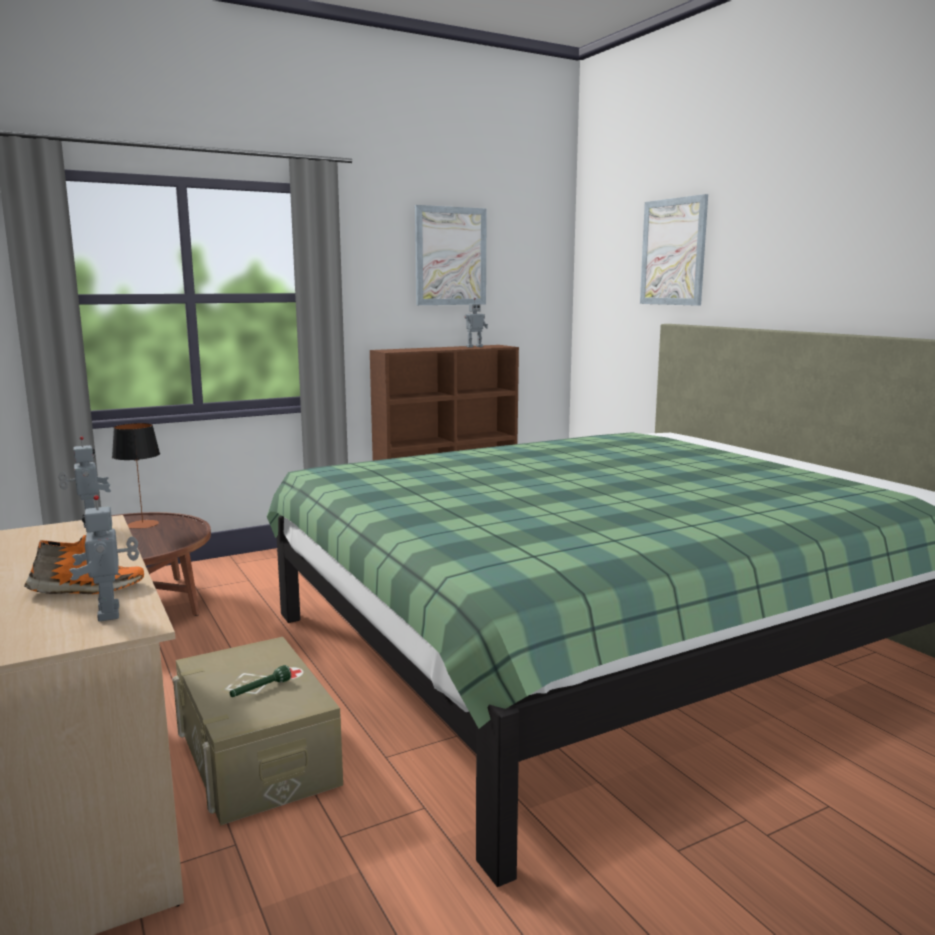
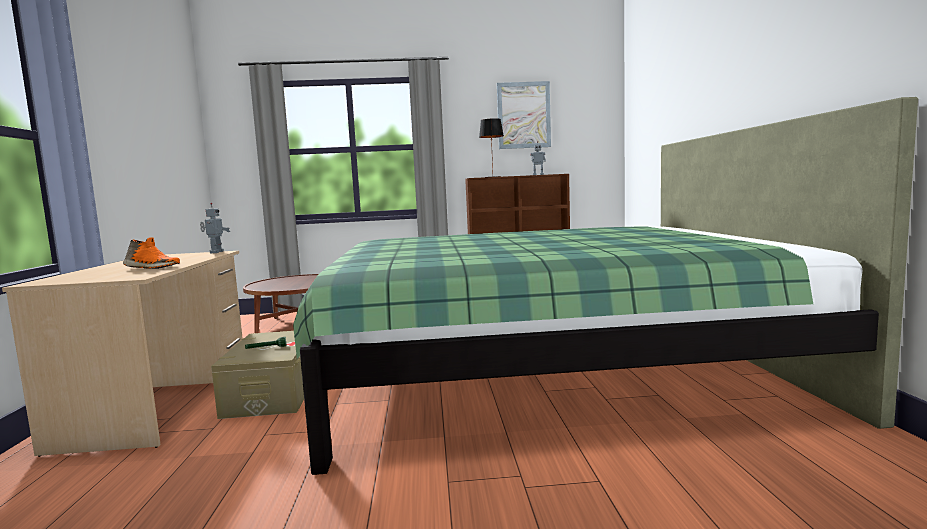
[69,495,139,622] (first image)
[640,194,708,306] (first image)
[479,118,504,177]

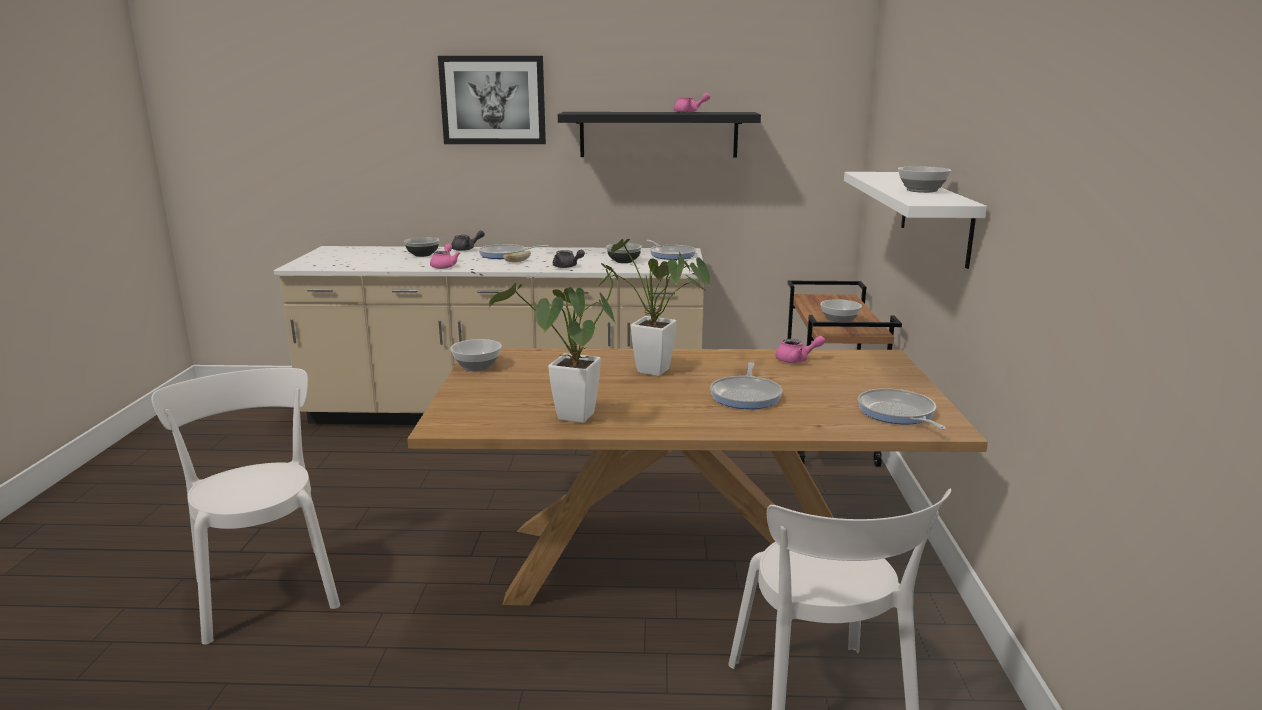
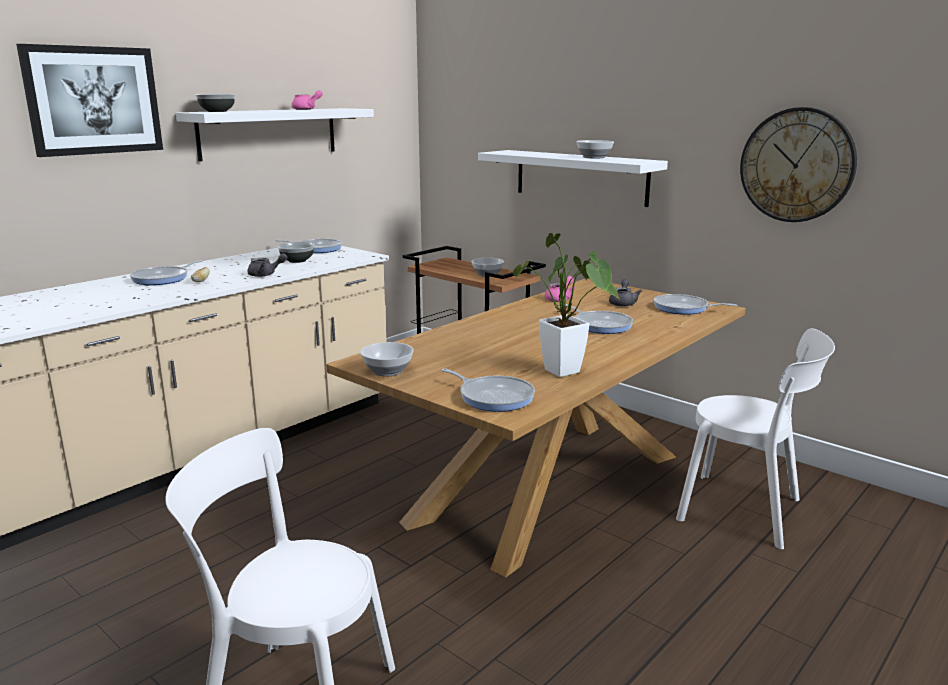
[430,244,460,269] (first image)
[599,239,711,376] (first image)
[441,368,535,412]
[740,107,857,222]
[196,94,235,112]
[609,279,642,307]
[176,108,374,161]

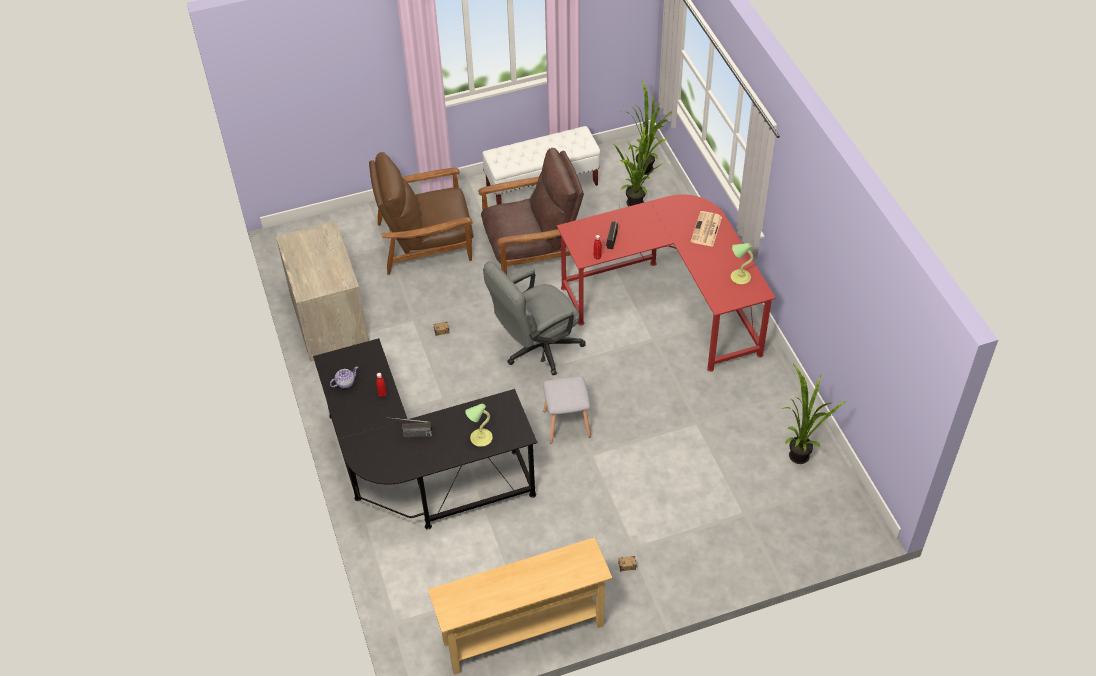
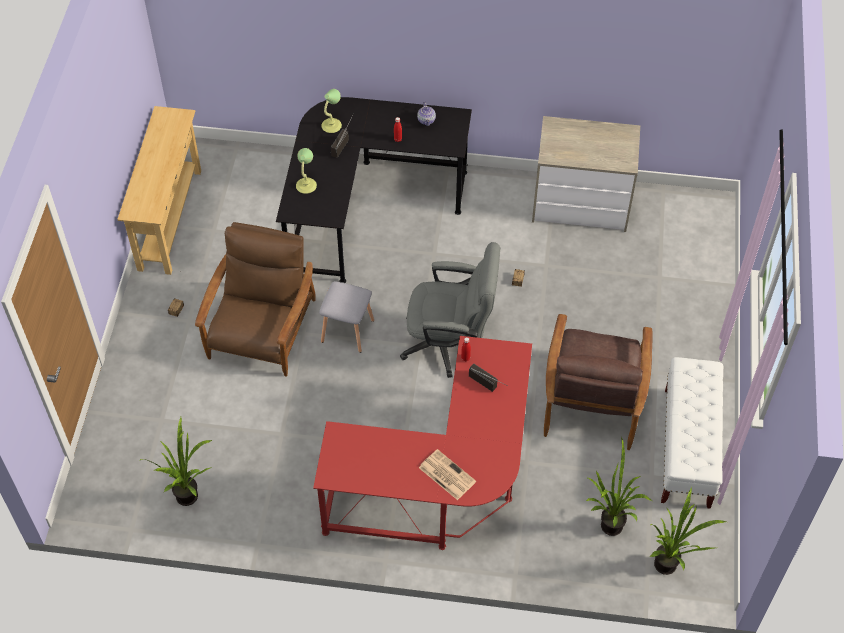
[195,222,315,376]
[321,89,342,133]
[400,242,500,378]

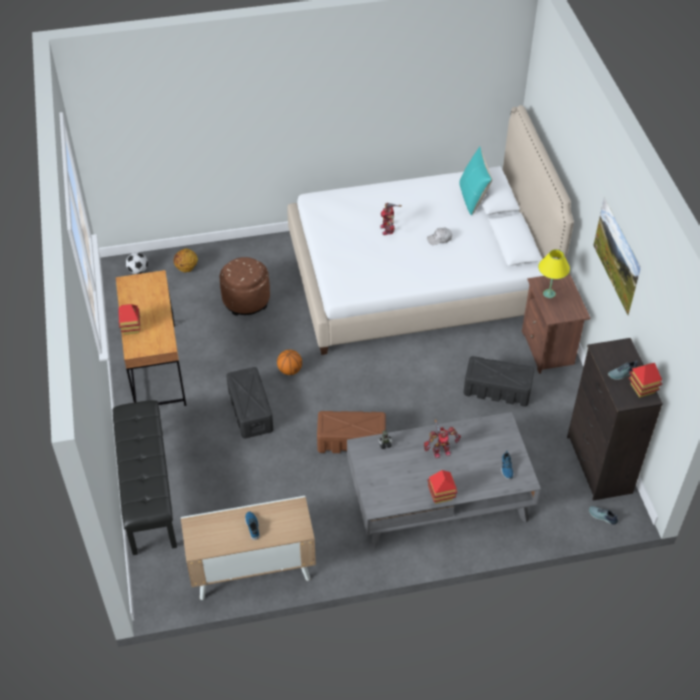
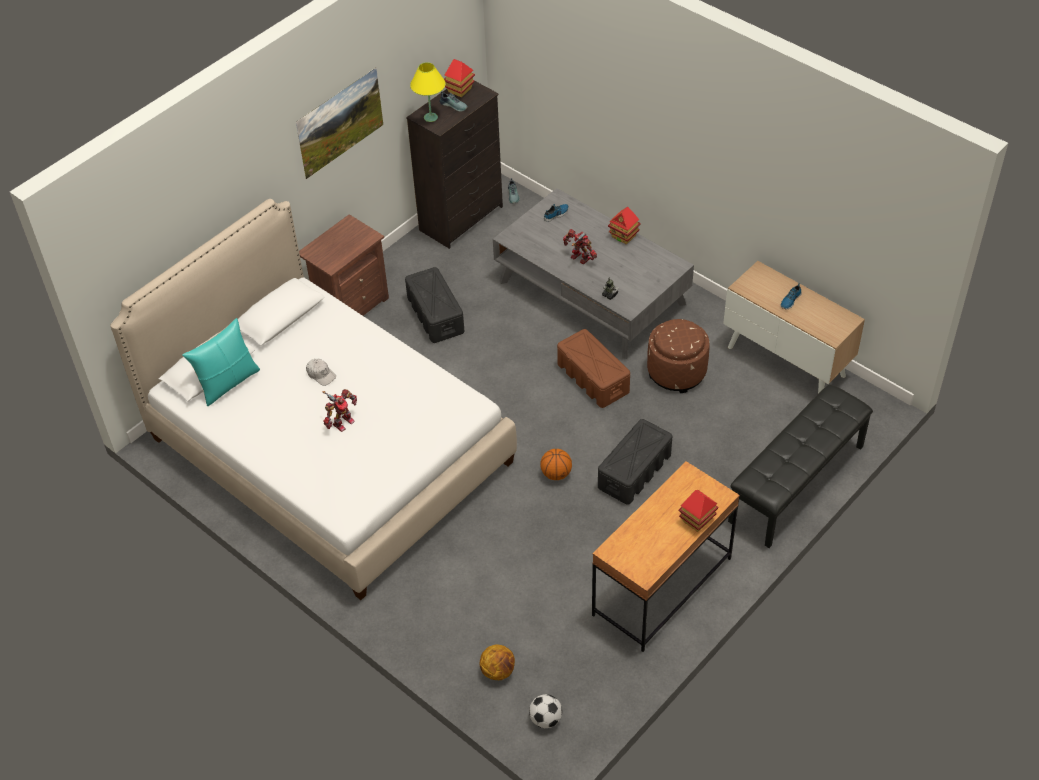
[647,319,710,393]
[410,62,446,122]

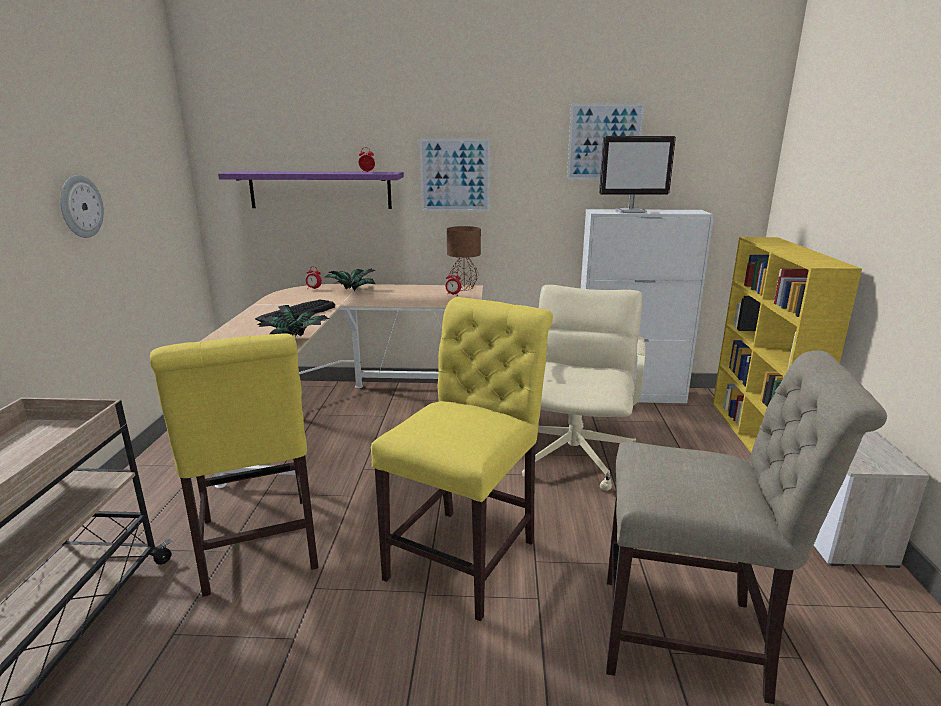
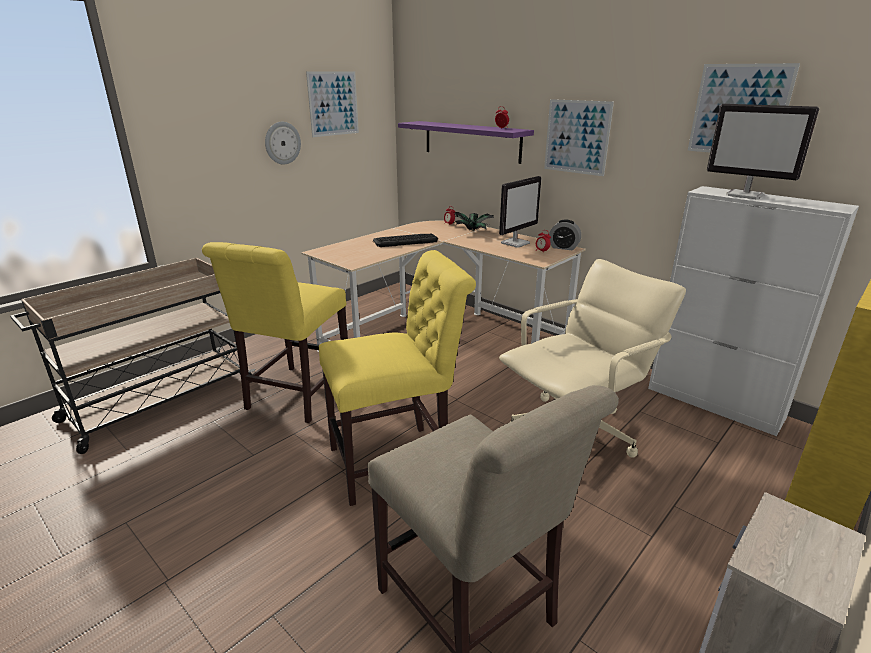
[257,305,329,337] (first image)
[306,71,359,137]
[499,176,541,247]
[549,220,581,250]

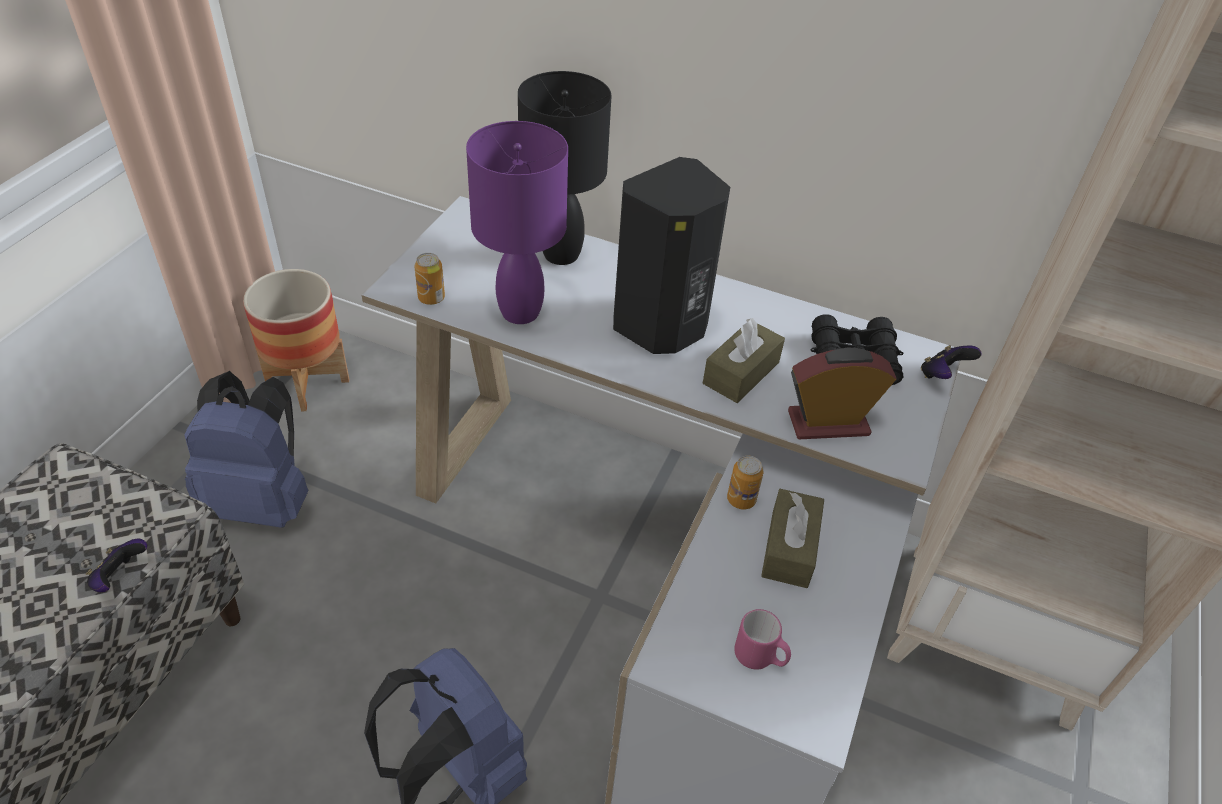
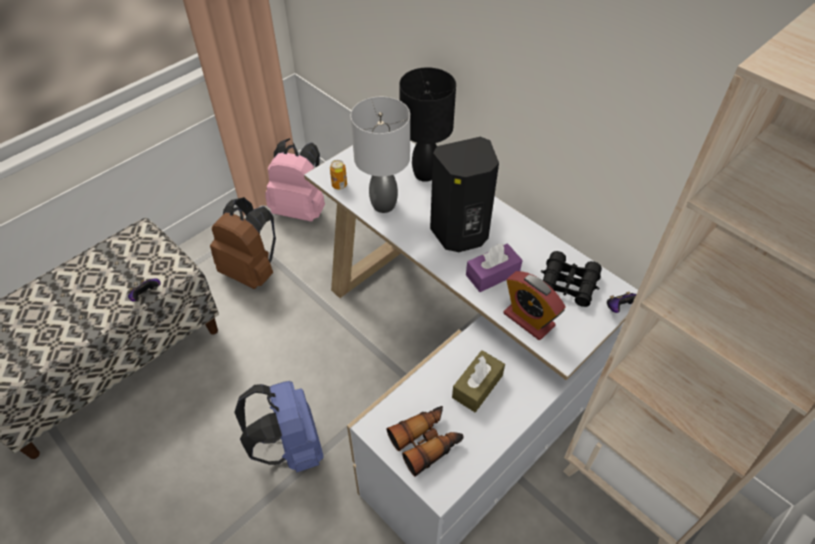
[727,456,764,509] (first image)
[265,138,325,222]
[387,406,463,476]
[210,197,276,289]
[351,97,410,213]
[466,243,523,292]
[503,271,566,340]

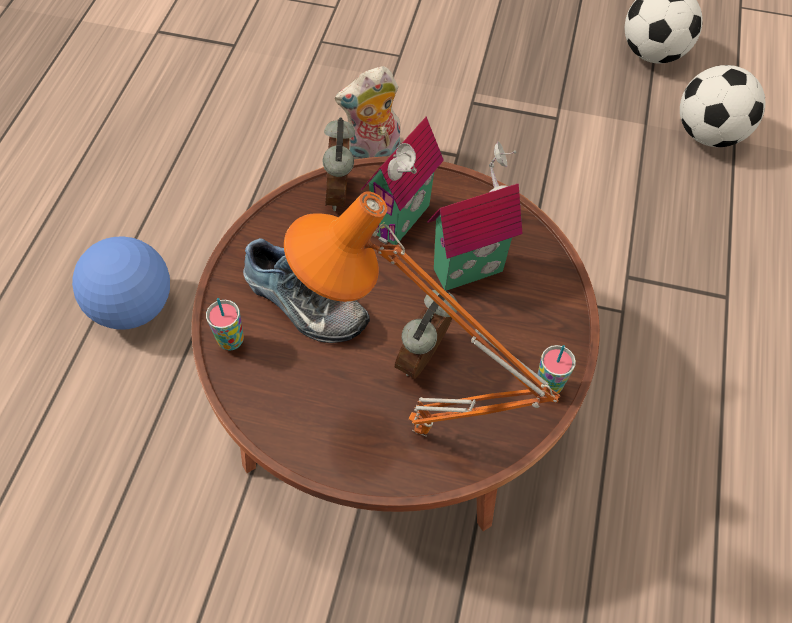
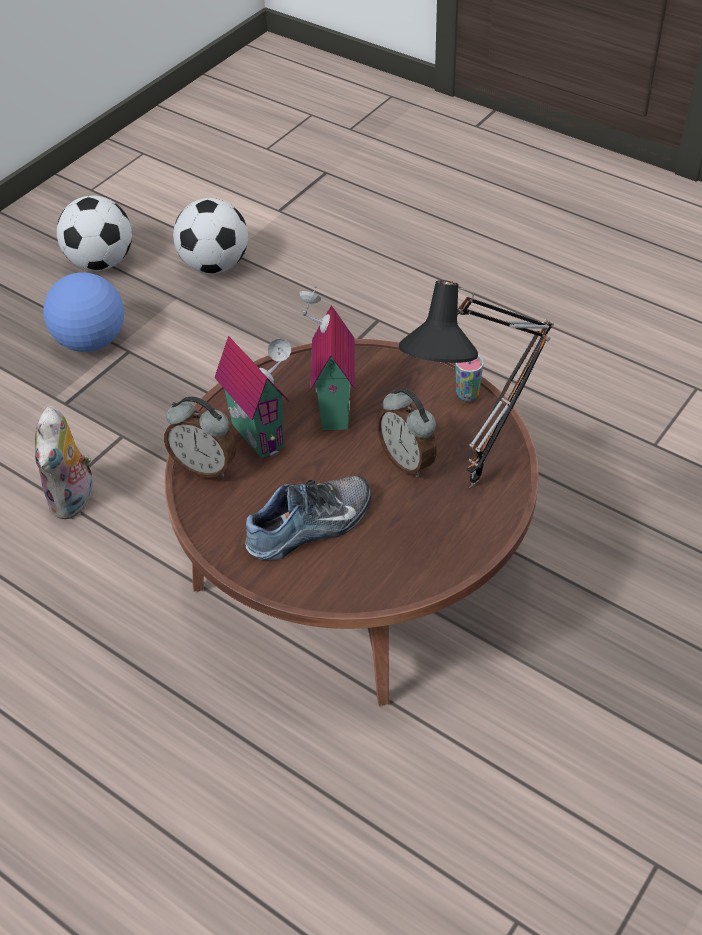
[206,298,244,351] (first image)
[43,272,124,352]
[399,280,554,488]

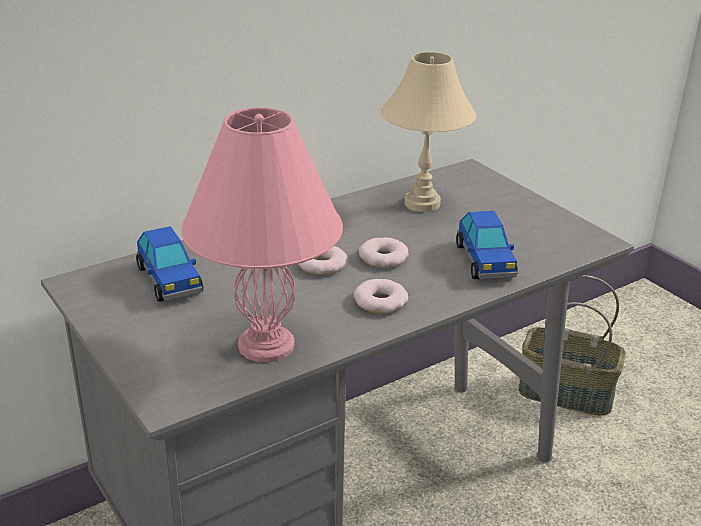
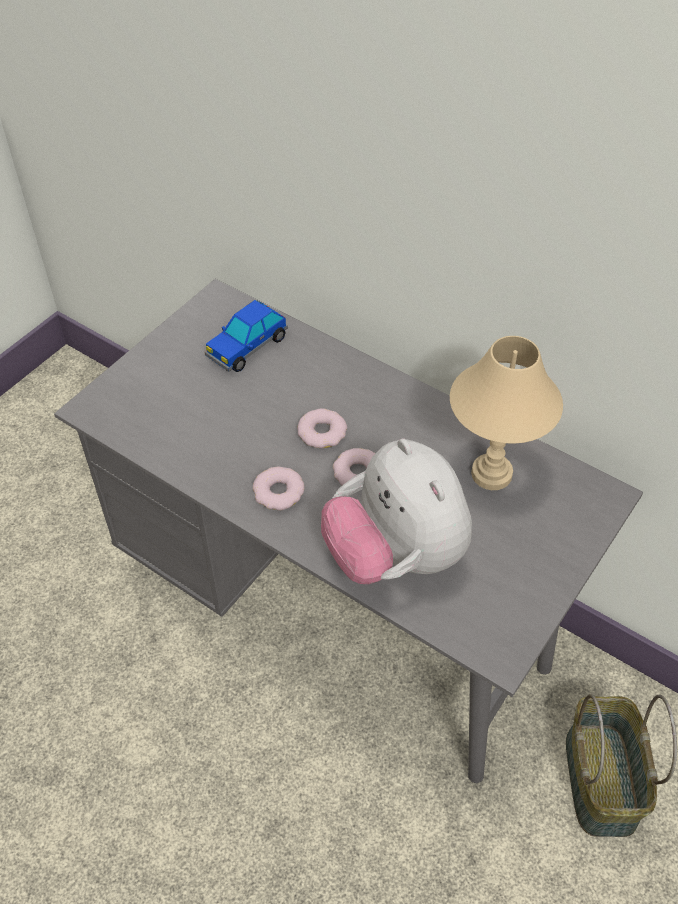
[181,107,343,362] (first image)
[321,439,472,584]

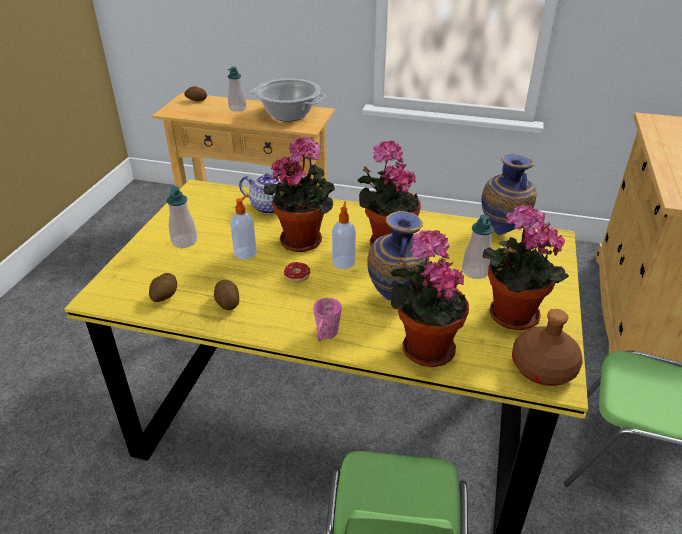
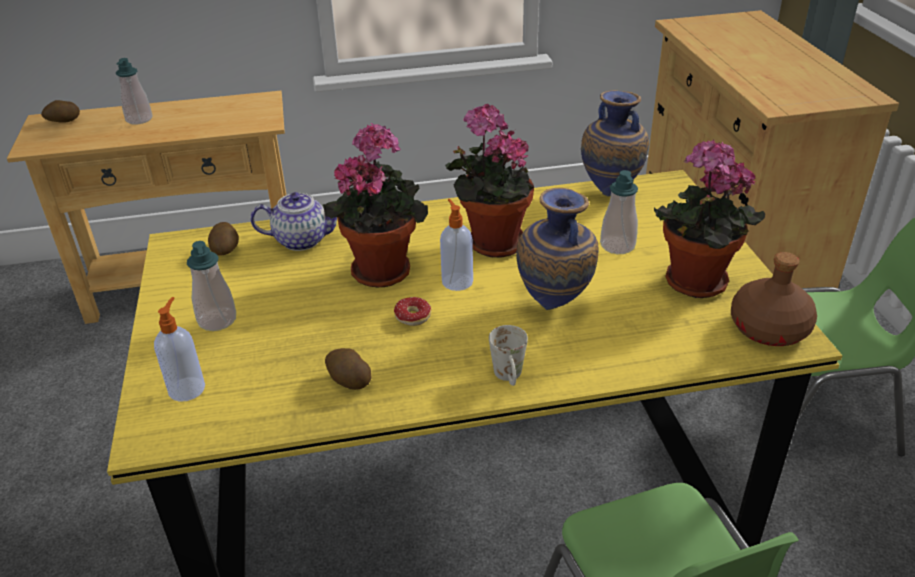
[250,79,326,122] (first image)
[390,229,469,367] (first image)
[208,222,239,256]
[154,297,205,402]
[489,325,528,386]

